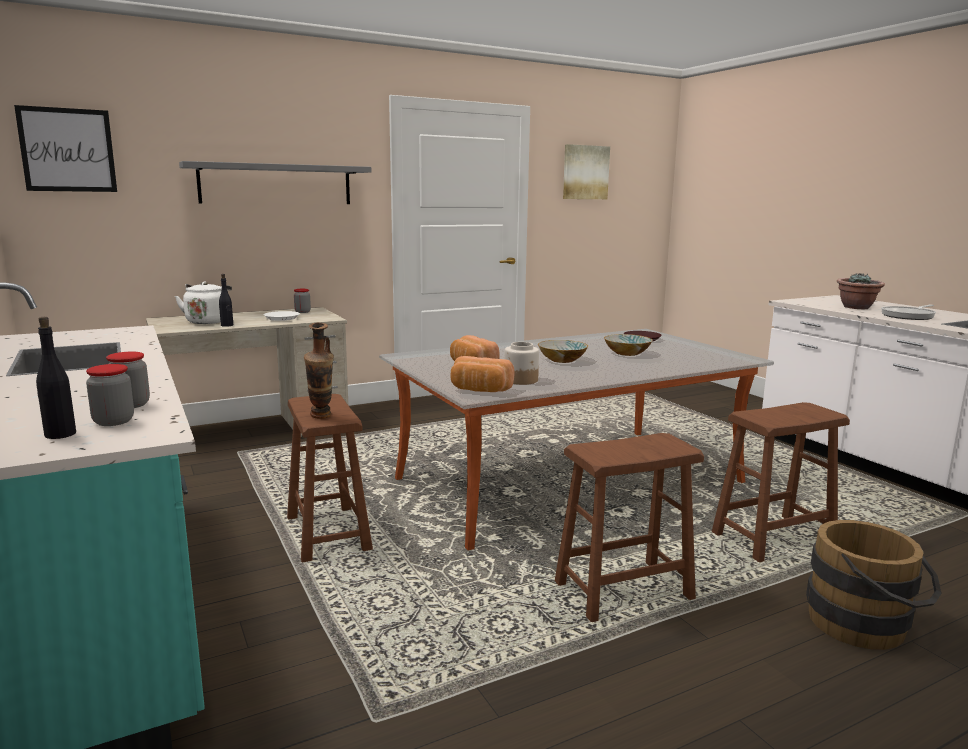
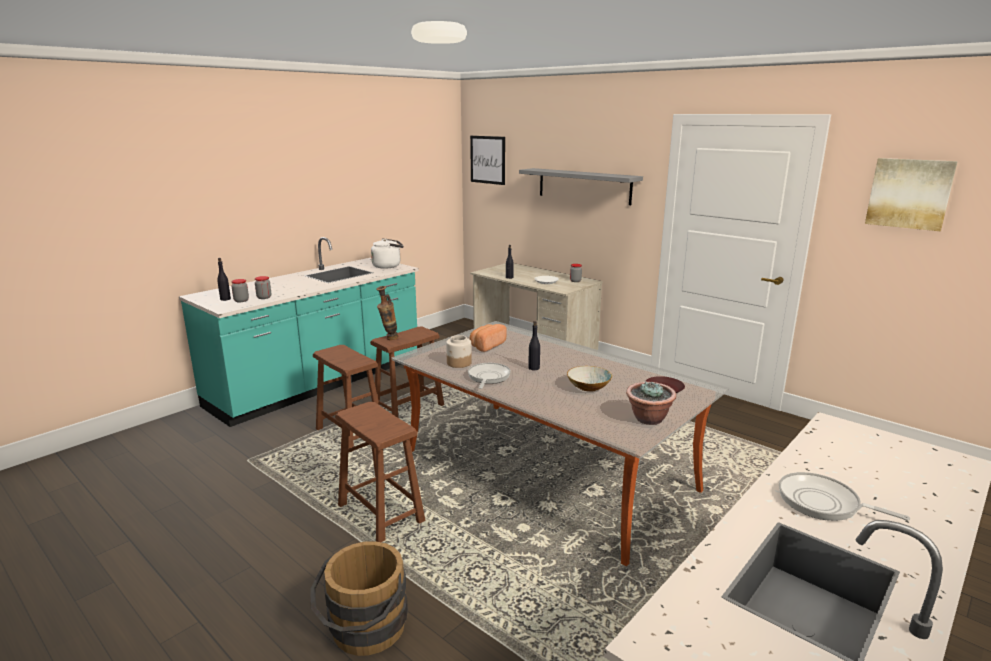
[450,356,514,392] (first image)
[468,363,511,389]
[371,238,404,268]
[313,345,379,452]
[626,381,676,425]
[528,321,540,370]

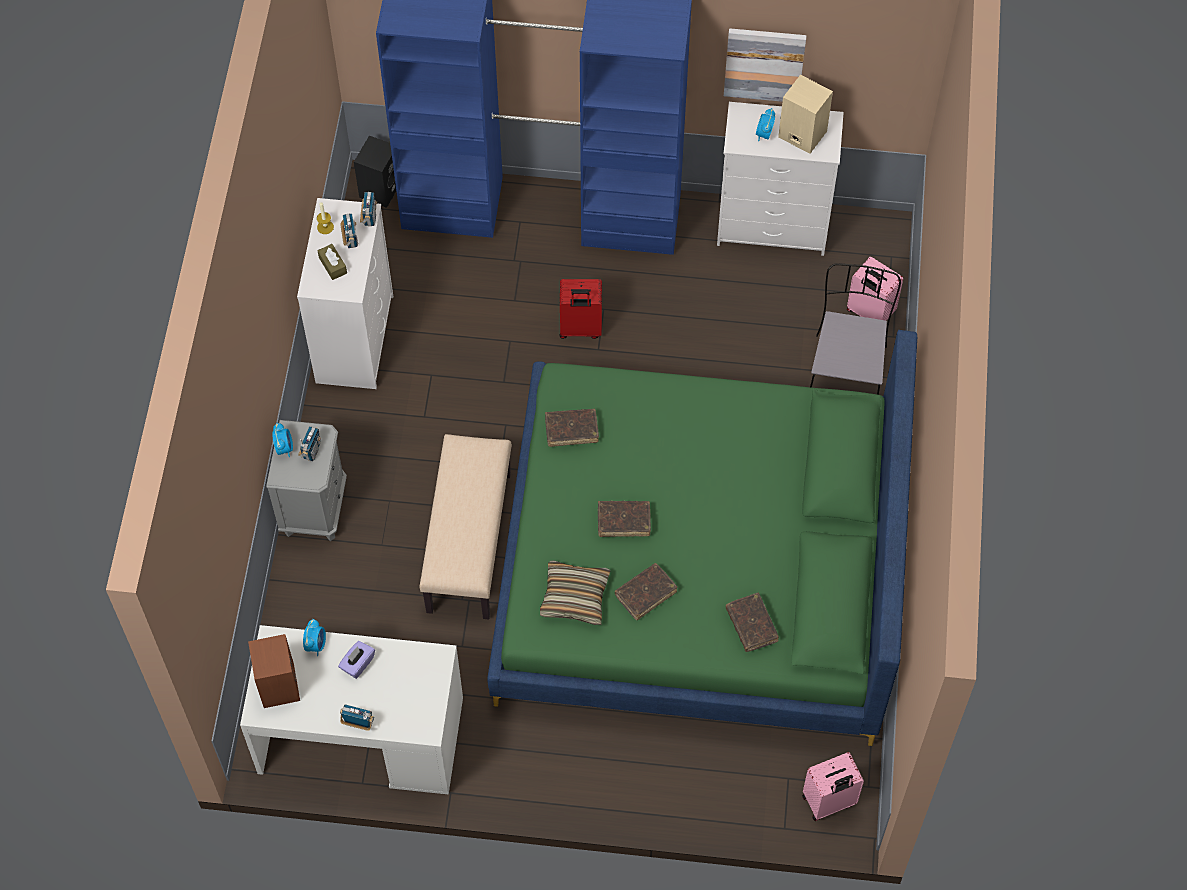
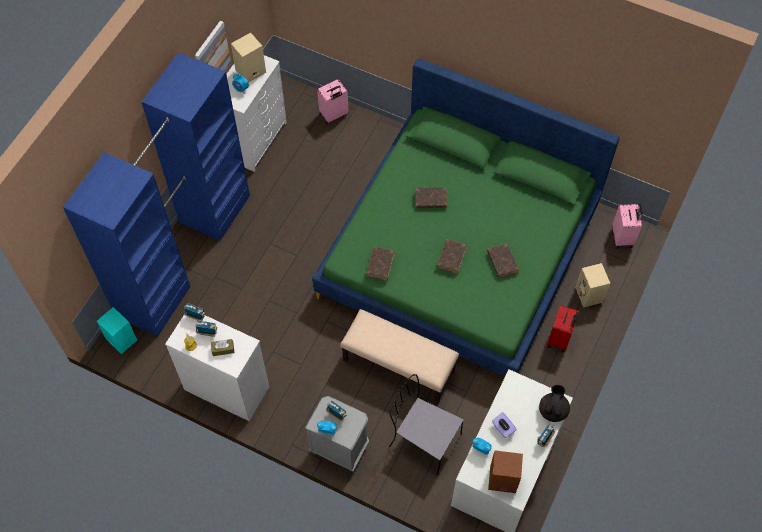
[540,560,611,625] (first image)
[539,385,570,422]
[575,263,610,308]
[548,305,579,352]
[415,187,447,208]
[389,374,463,475]
[97,307,137,354]

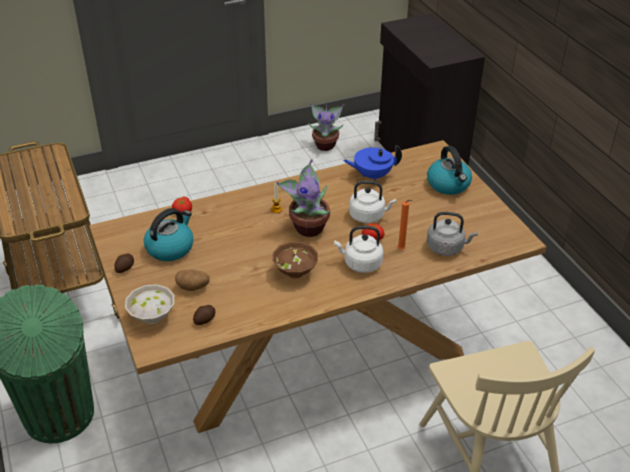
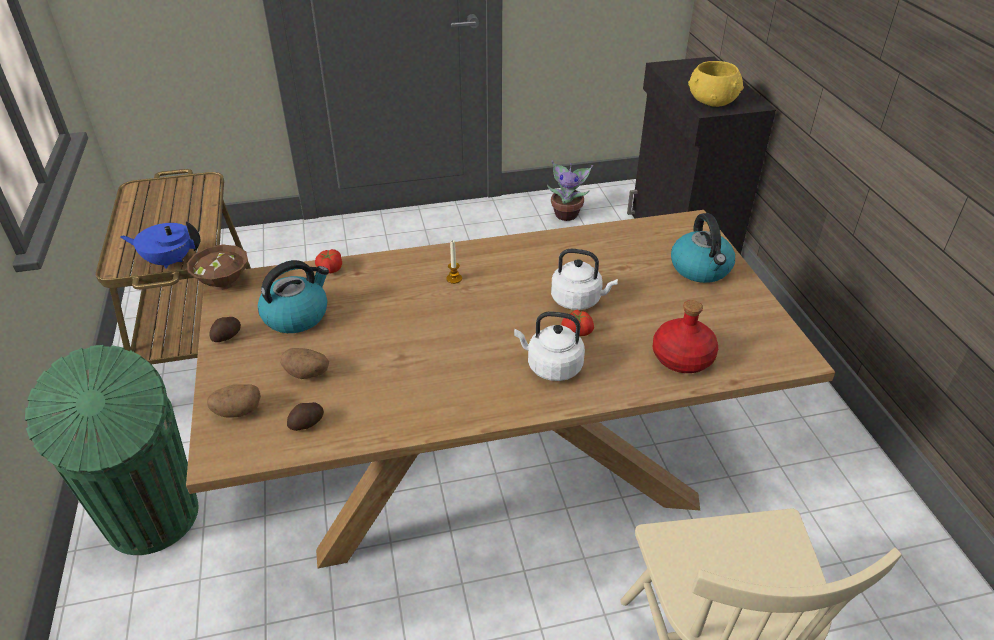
[276,159,331,237] (first image)
[398,200,413,250] (first image)
[688,61,744,107]
[187,245,248,290]
[120,221,200,269]
[207,384,261,418]
[653,300,718,373]

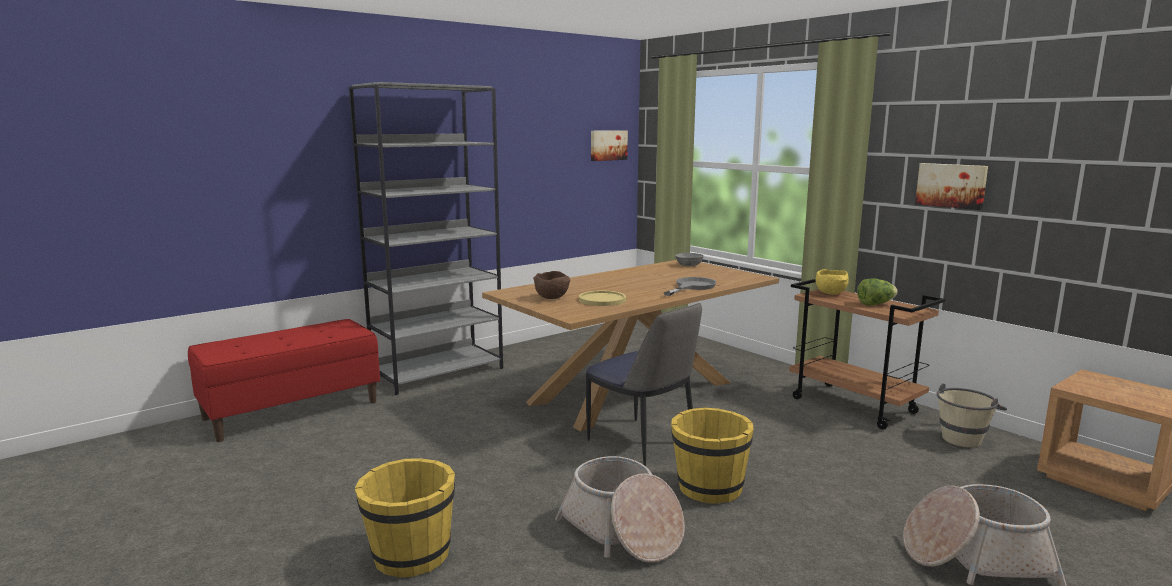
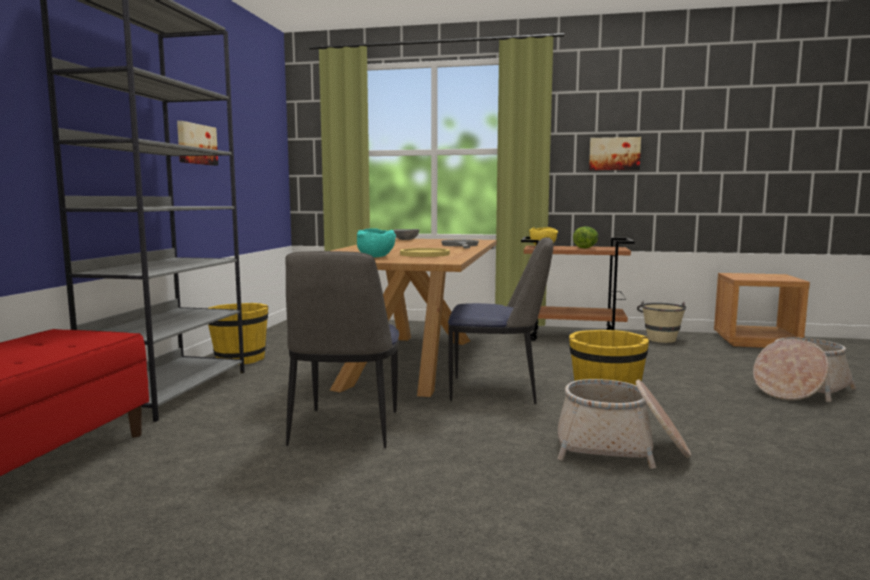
[285,251,399,448]
[208,303,268,365]
[177,121,218,166]
[357,228,396,258]

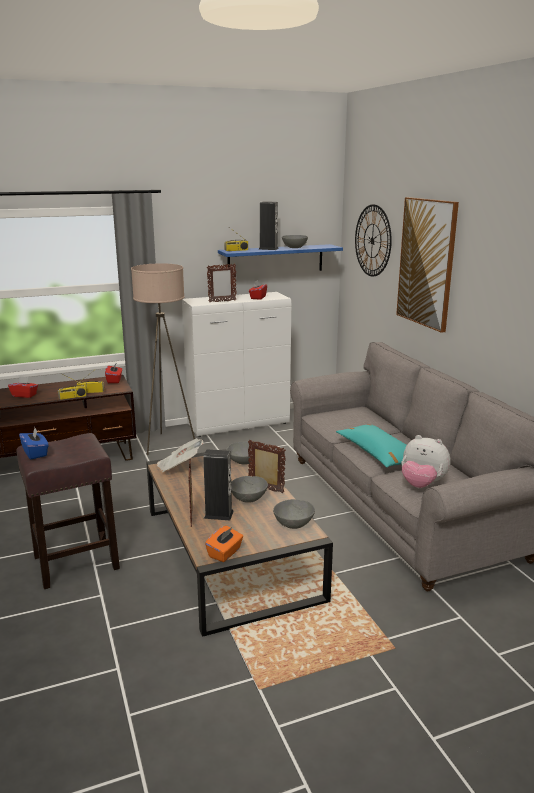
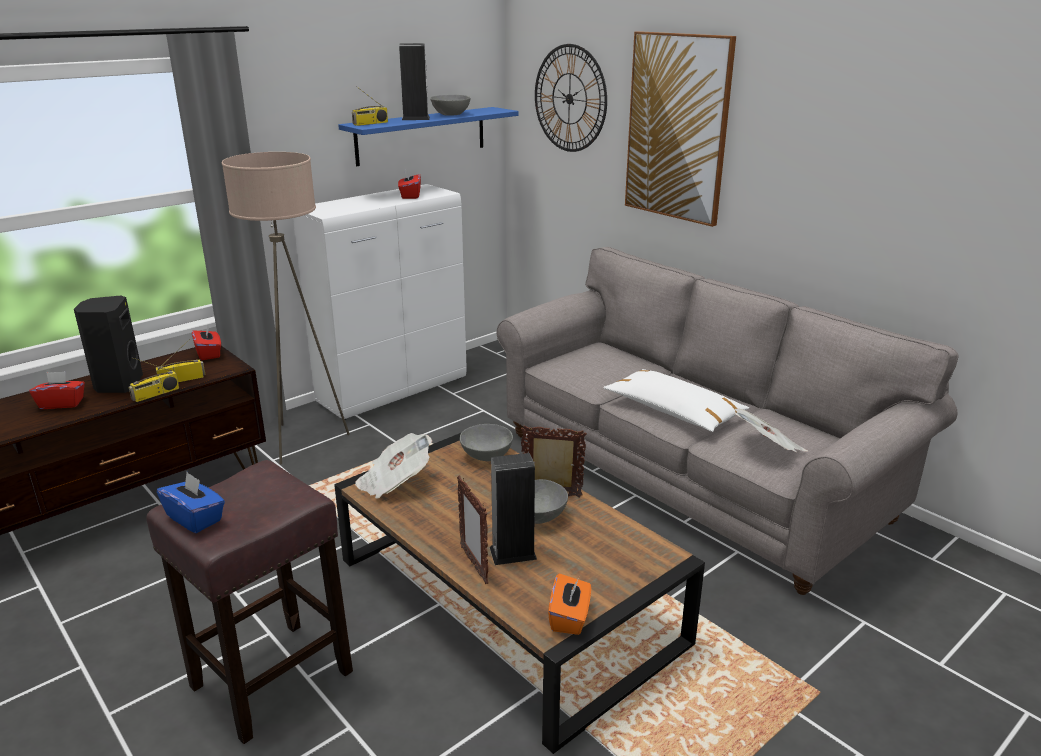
[207,263,237,302] (first image)
[273,499,315,529] (first image)
[74,296,143,393]
[734,409,808,452]
[604,369,749,432]

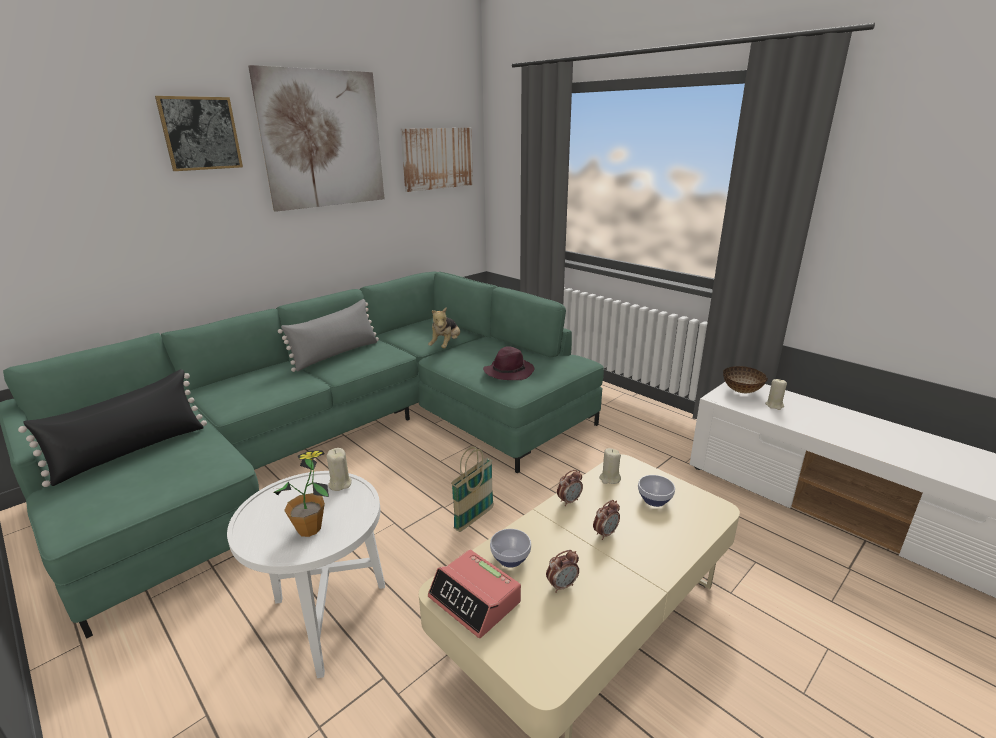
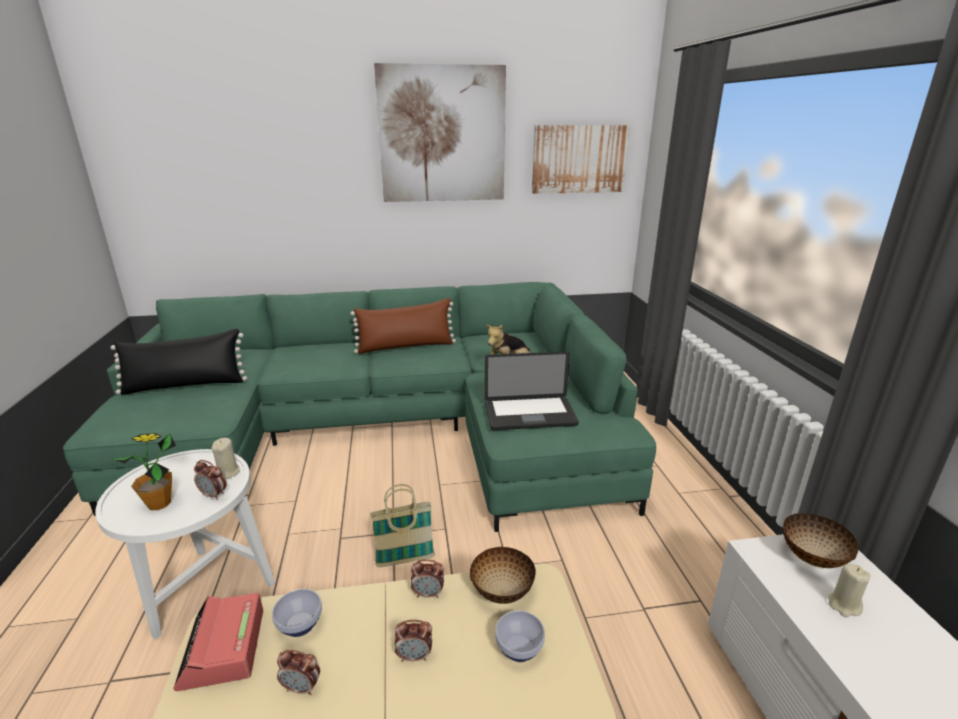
[155,96,243,171] (first image)
[194,460,226,500]
[485,352,579,430]
[470,547,536,604]
[351,298,456,354]

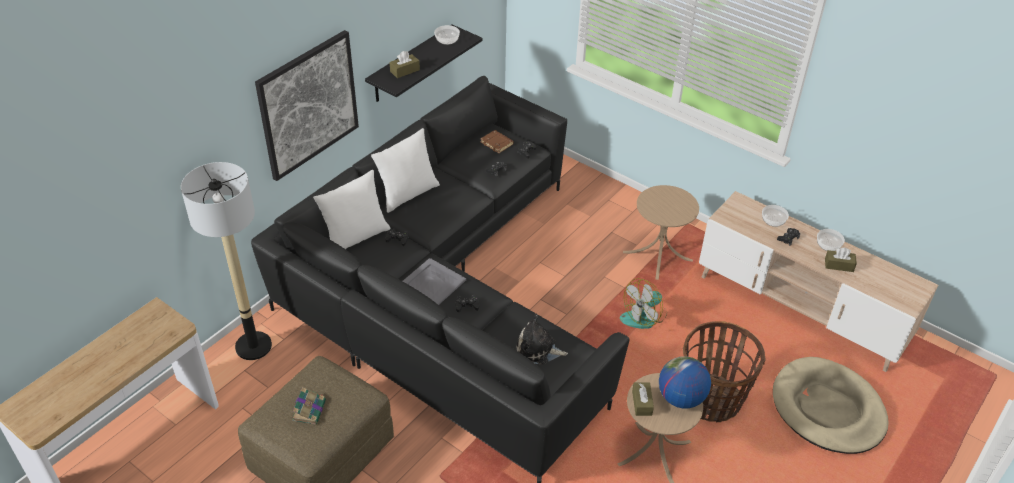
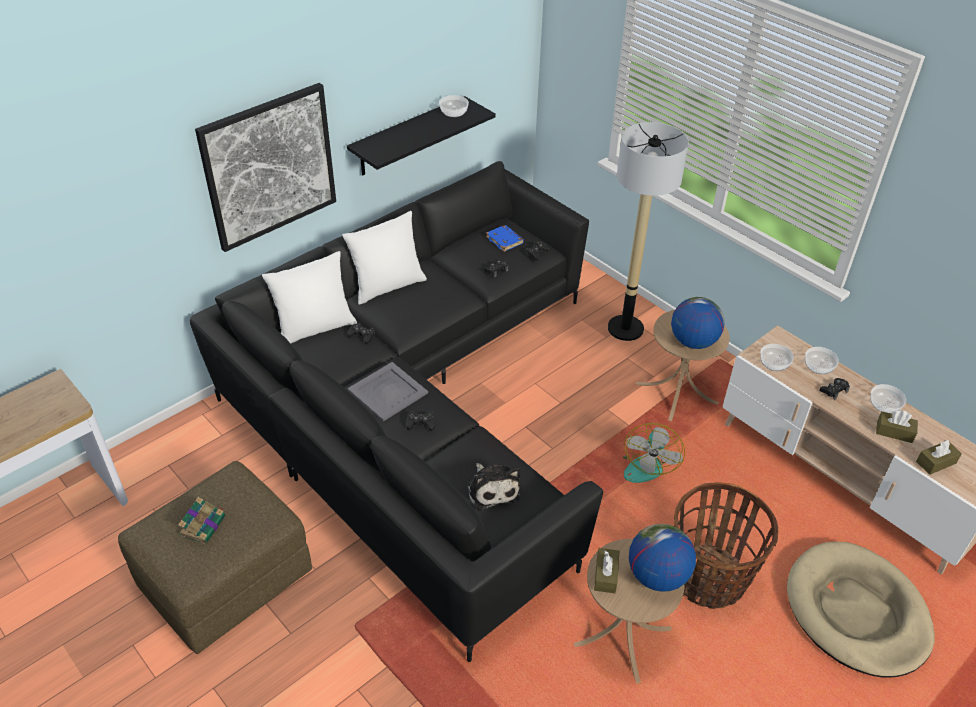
[671,297,725,349]
[760,344,794,371]
[608,122,689,341]
[916,440,962,475]
[486,225,524,252]
[467,463,520,511]
[623,423,685,483]

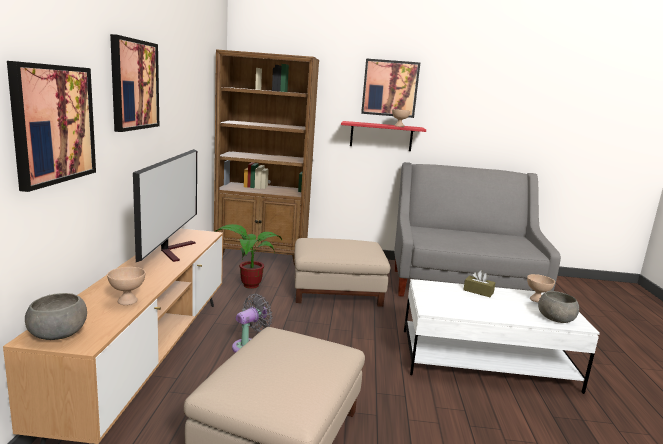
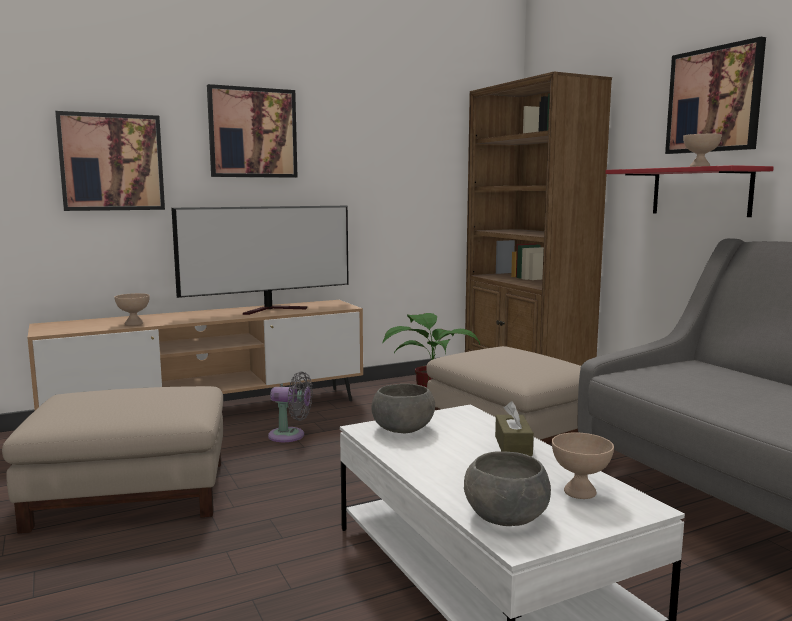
[371,384,435,433]

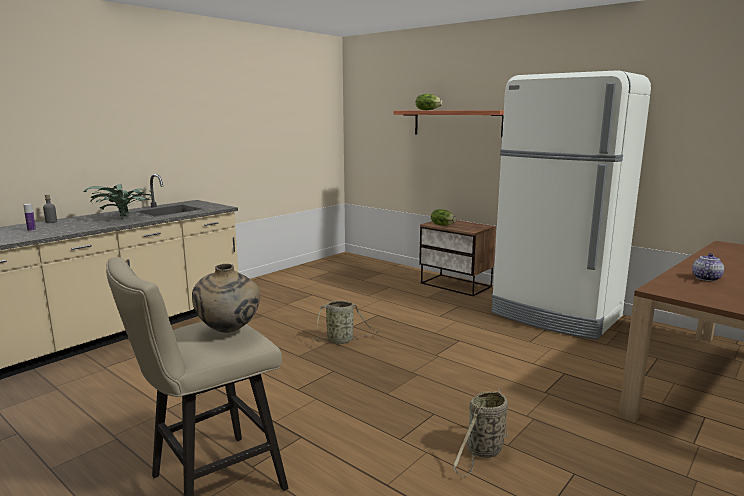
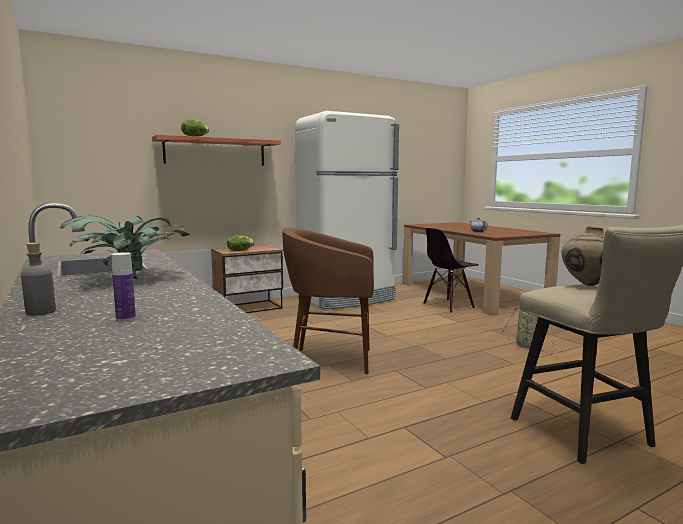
[423,228,478,313]
[282,228,374,374]

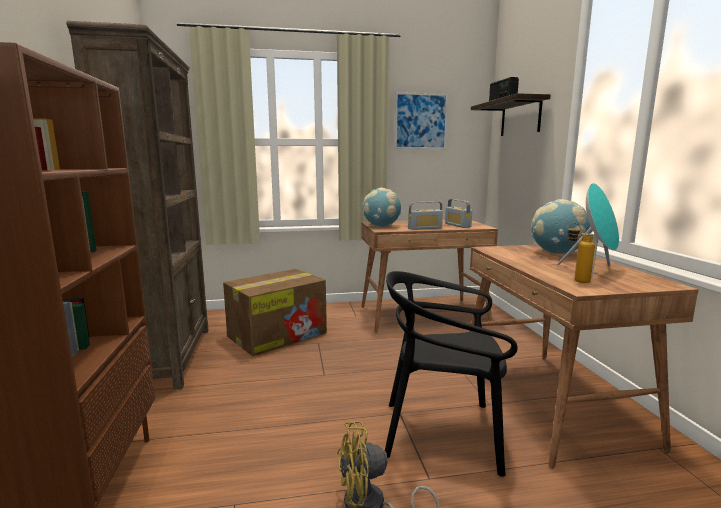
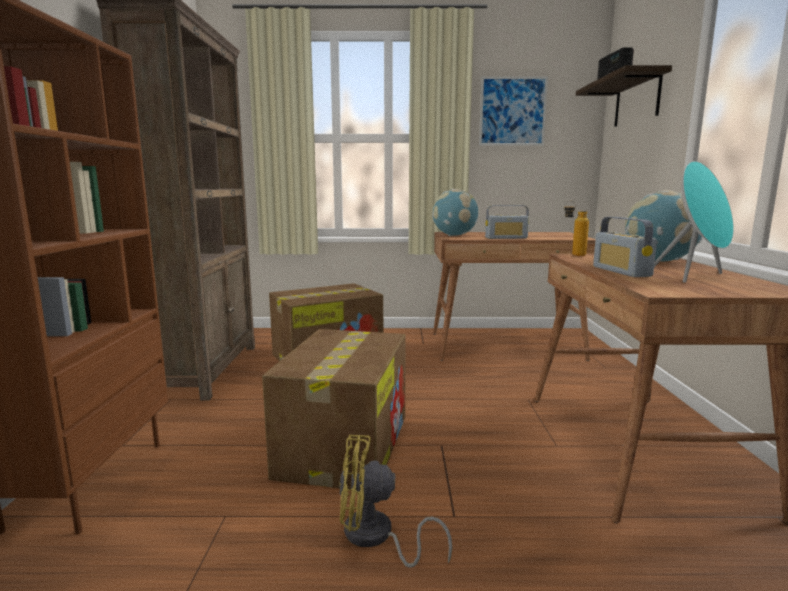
[385,271,518,477] (first image)
[262,329,406,489]
[593,217,657,277]
[564,201,589,256]

